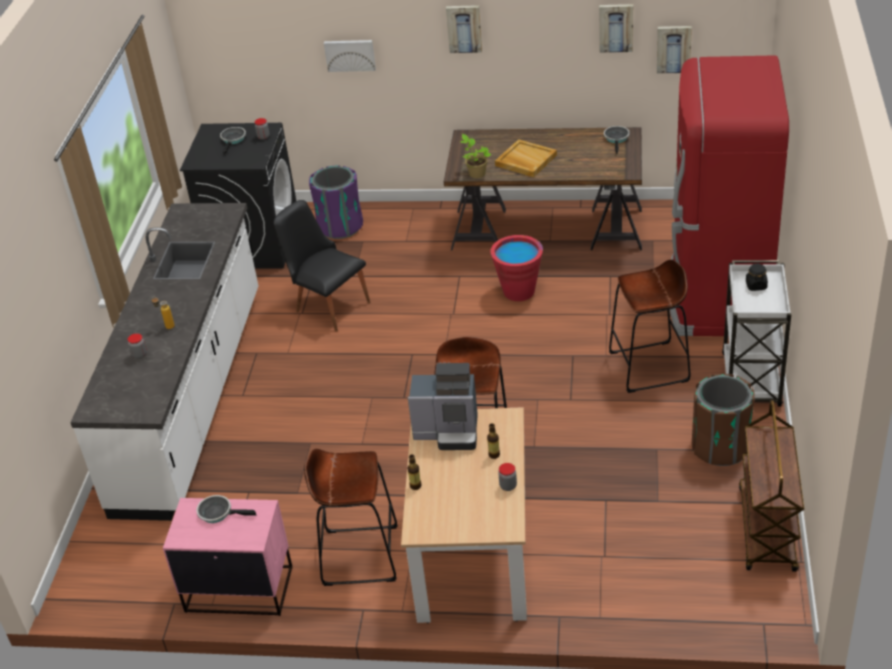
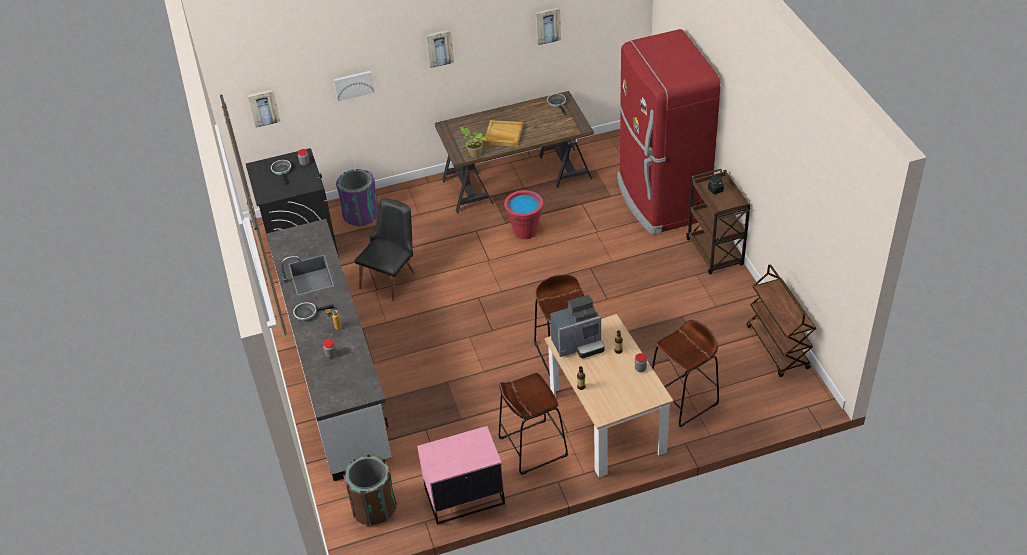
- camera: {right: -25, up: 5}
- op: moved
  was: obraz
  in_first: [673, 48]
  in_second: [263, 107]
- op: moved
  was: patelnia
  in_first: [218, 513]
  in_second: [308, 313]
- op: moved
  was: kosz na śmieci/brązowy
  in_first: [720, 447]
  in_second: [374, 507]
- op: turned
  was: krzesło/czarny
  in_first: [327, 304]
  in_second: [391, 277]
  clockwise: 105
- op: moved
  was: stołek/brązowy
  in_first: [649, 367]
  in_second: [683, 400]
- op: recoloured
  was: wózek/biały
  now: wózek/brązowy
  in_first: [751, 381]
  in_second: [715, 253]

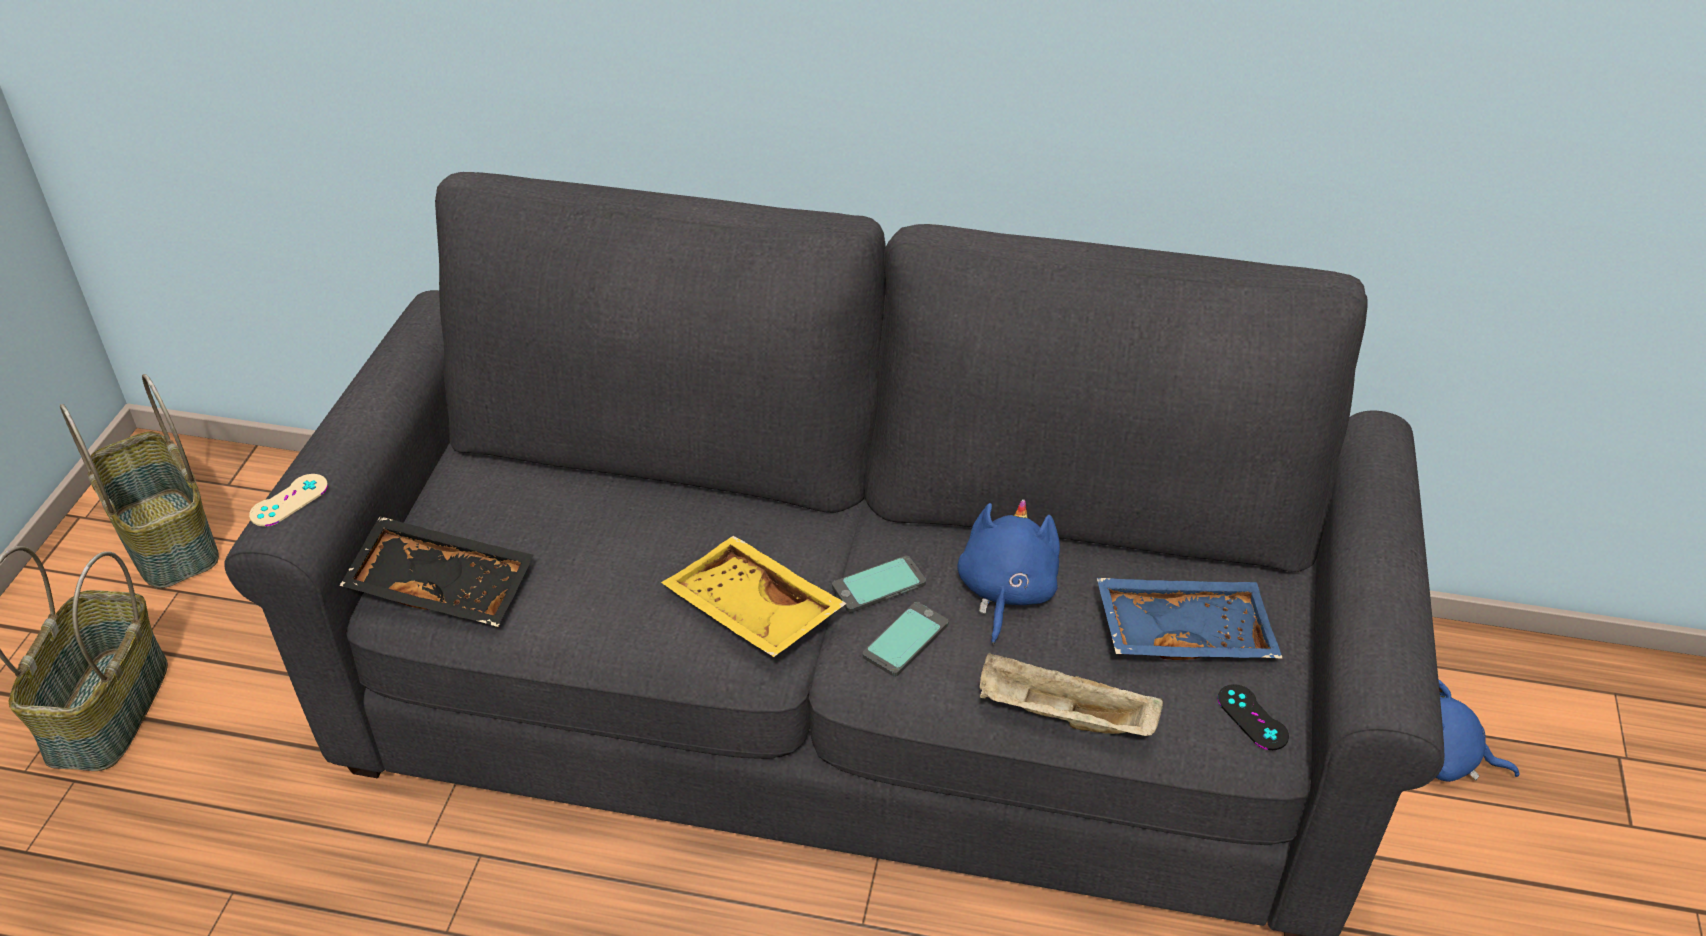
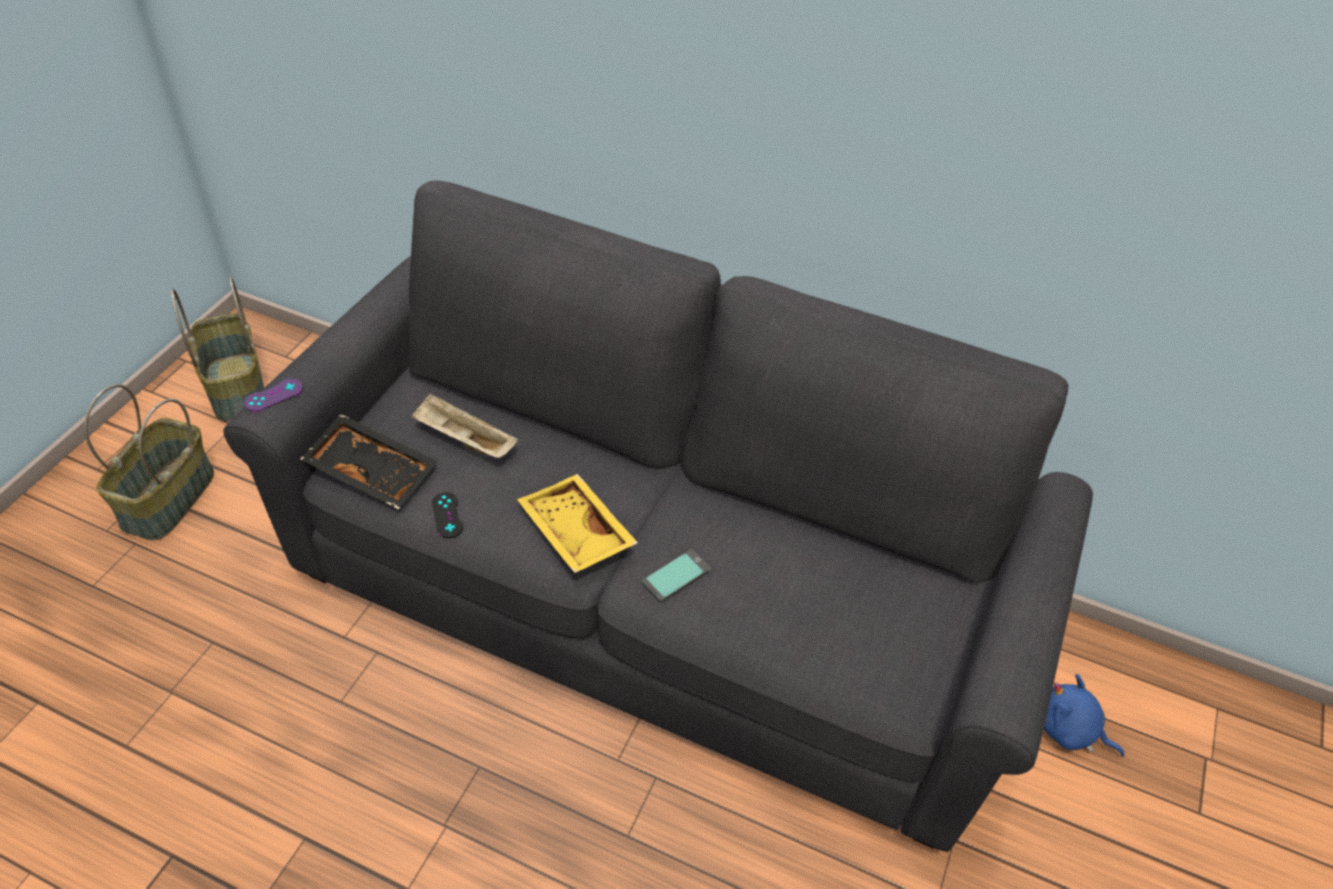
- camera: {right: 10, up: 5}
- op: recoloured
  was: pad do gier/beżowy
  now: pad do gier/fioletowy
  in_first: [289, 500]
  in_second: [273, 395]
- op: moved
  was: taca/beżowy
  in_first: [1062, 717]
  in_second: [464, 440]
- op: moved
  was: pad do gier/czarny
  in_first: [1252, 717]
  in_second: [447, 515]
- op: removed
  was: telefon
  in_first: [879, 586]
- op: removed
  was: pluszak/niebieski
  in_first: [1005, 592]
- op: removed
  was: taca/niebieski
  in_first: [1183, 632]

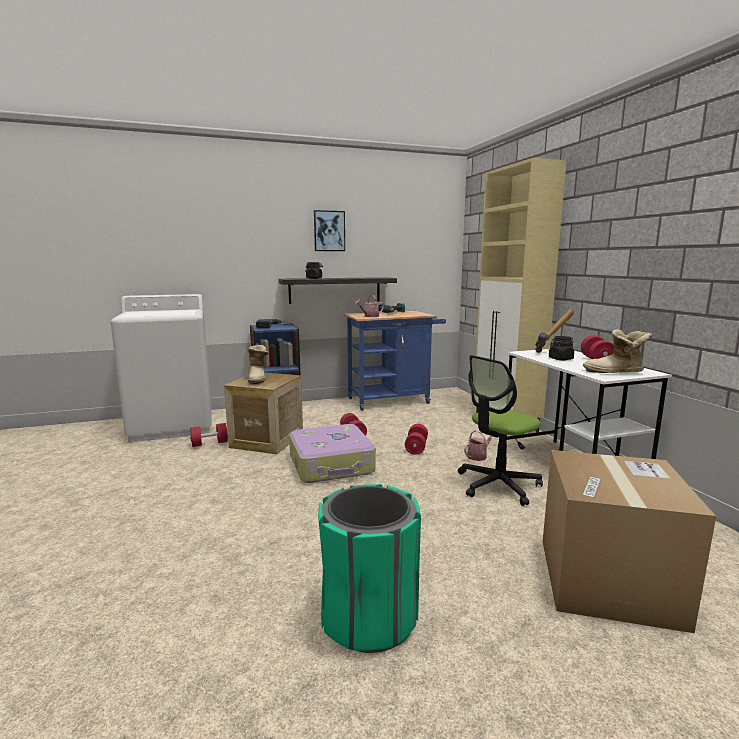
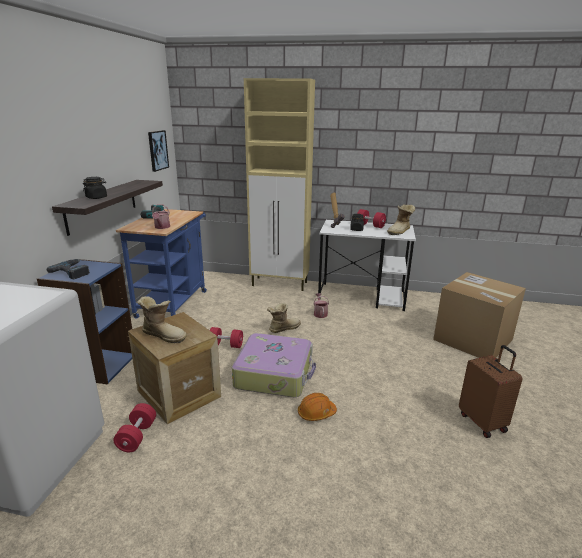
- camera: {right: -60, up: 10}
- op: moved
  was: obraz
  in_first: [329, 231]
  in_second: [157, 150]
- op: replaced
  was: hantel/czerwony
  now: but z cholewką
  in_first: [416, 447]
  in_second: [283, 328]
- op: added
  now: kask/pomarańczowy
  in_second: [316, 413]
- op: replaced
  was: kosz na śmieci/zielony
  now: walizka/brązowy
  in_first: [369, 618]
  in_second: [483, 422]
- op: removed
  was: krzesło biurowe
  in_first: [498, 485]

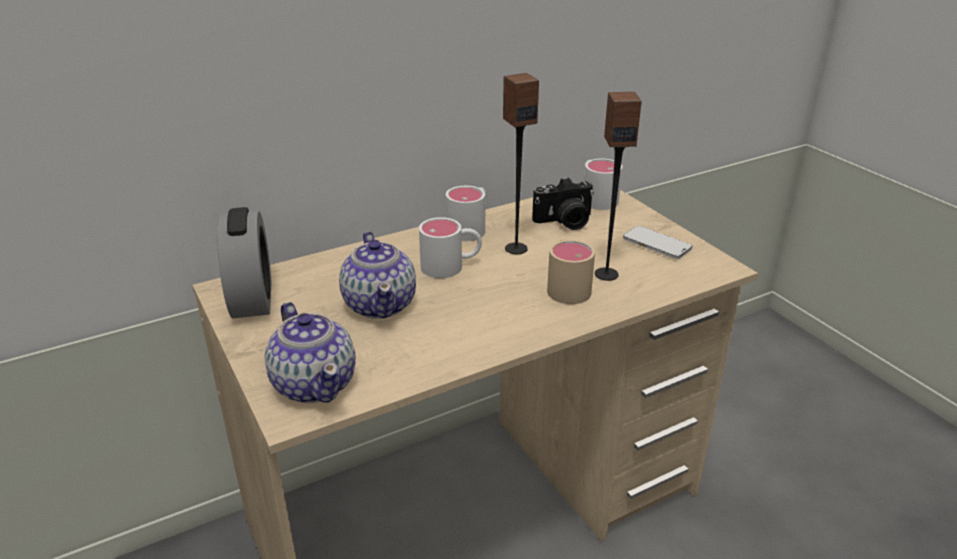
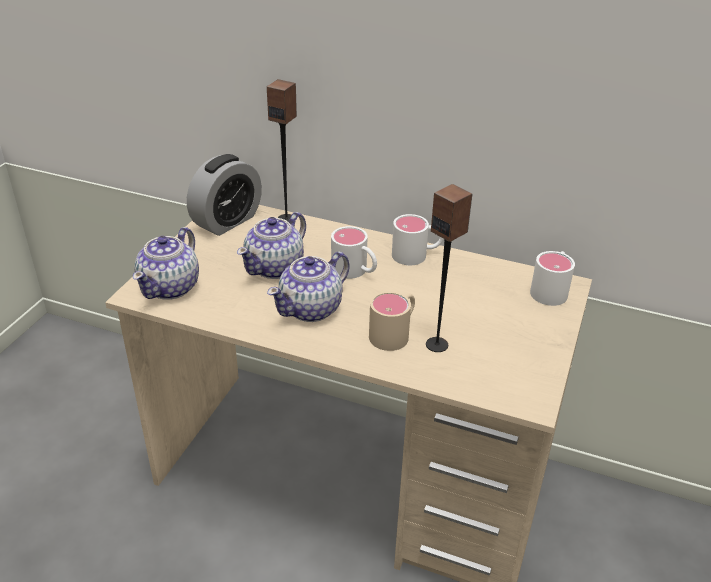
- camera: {right: 50, up: 5}
- op: moved
  was: głośnik
  in_first: [516, 248]
  in_second: [286, 219]
- op: added
  now: imbryk
  in_second: [311, 309]
- op: removed
  was: aparat fotograficzny
  in_first: [565, 222]
- op: removed
  was: telefon
  in_first: [656, 244]

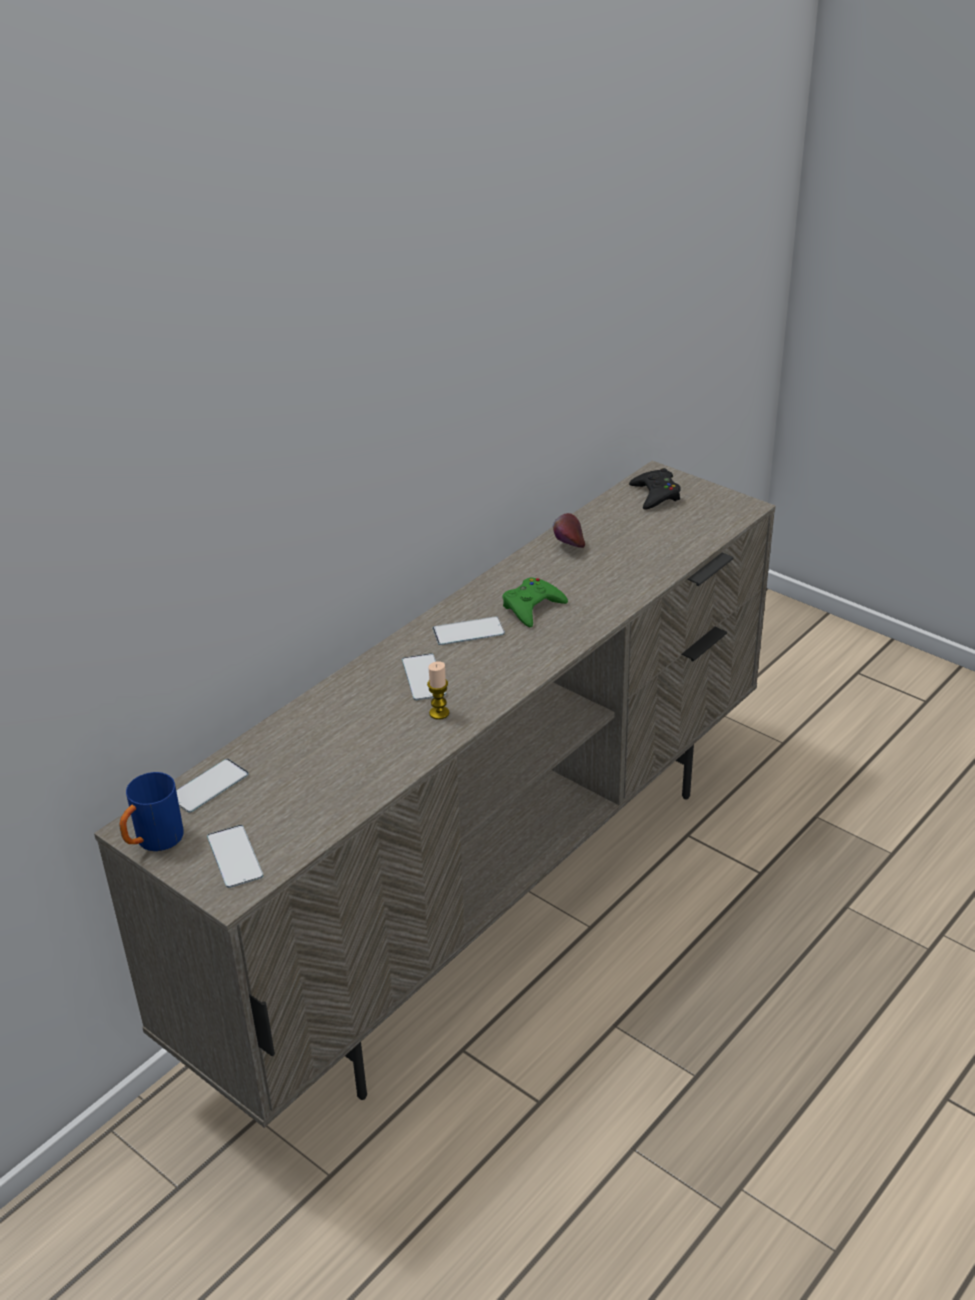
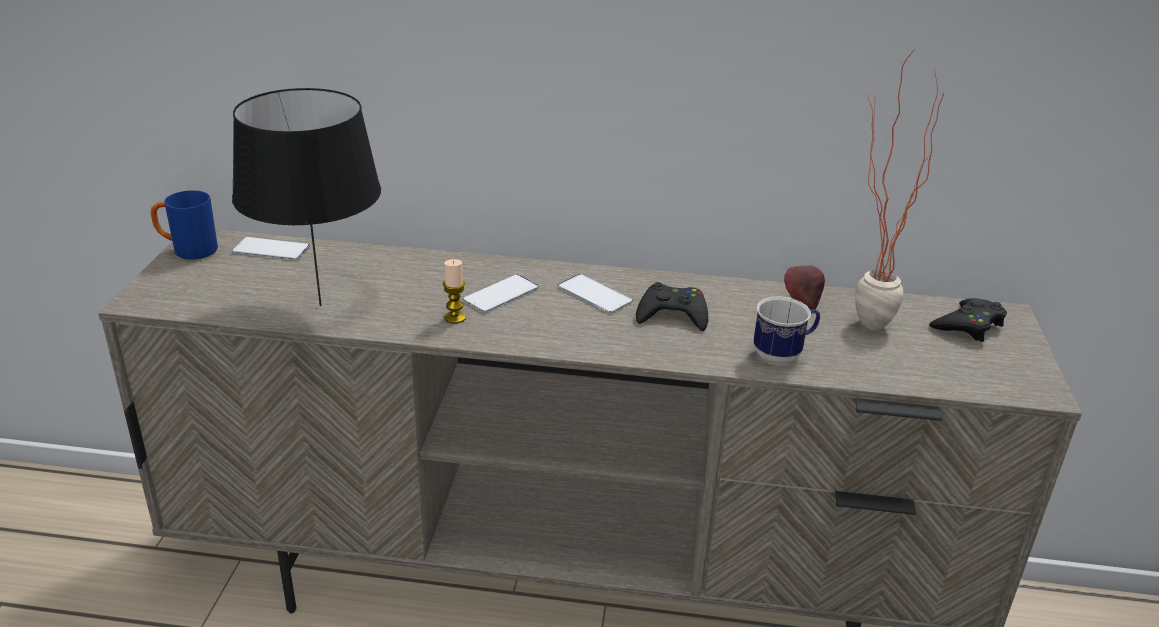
- camera: {right: 55, up: -5}
- op: added
  now: lampa stołowa/czarny
  in_second: [318, 305]
- op: recoloured
  was: pad do gier/zielony
  now: pad do gier/czarny
  in_first: [532, 607]
  in_second: [672, 315]
- op: added
  now: kubek
  in_second: [783, 355]
- op: added
  now: roślina doniczkowa
  in_second: [857, 322]
- op: removed
  was: telefon
  in_first: [235, 857]

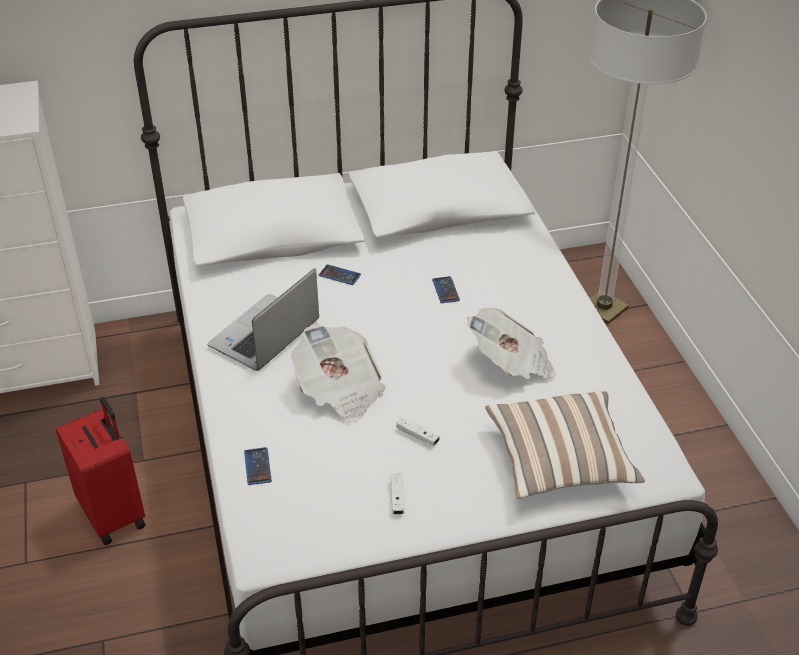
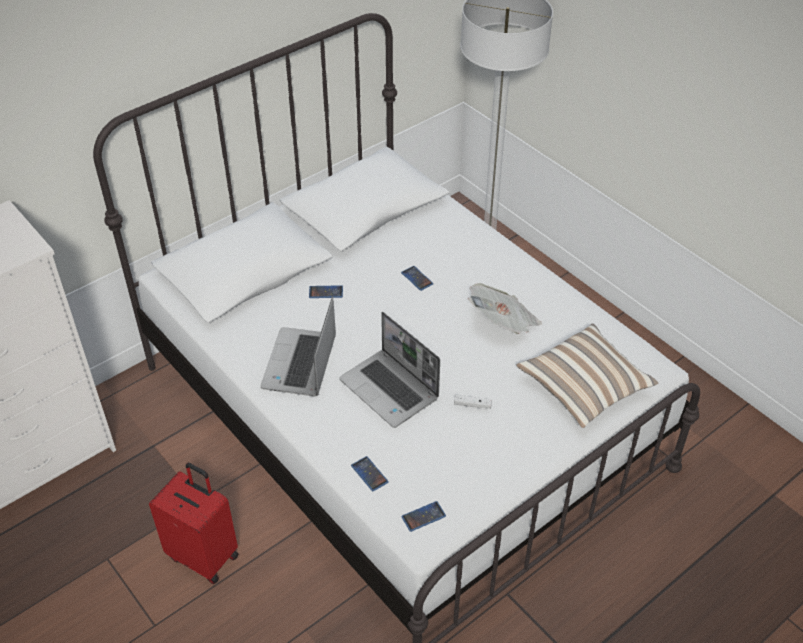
- camera: {right: -25, up: 5}
- op: replaced
  was: gazeta
  now: laptop
  in_first: [339, 390]
  in_second: [390, 389]
- op: added
  now: telefon
  in_second: [423, 516]
- op: removed
  was: pad do gier/biały
  in_first: [397, 498]

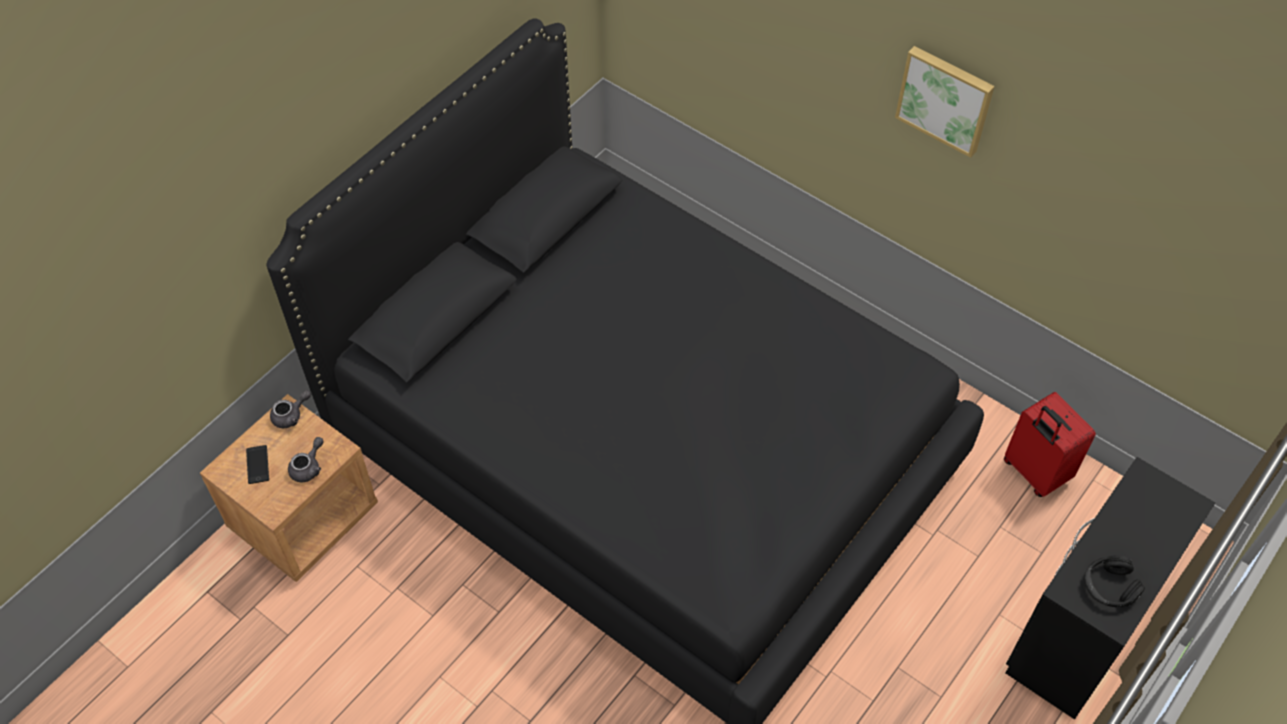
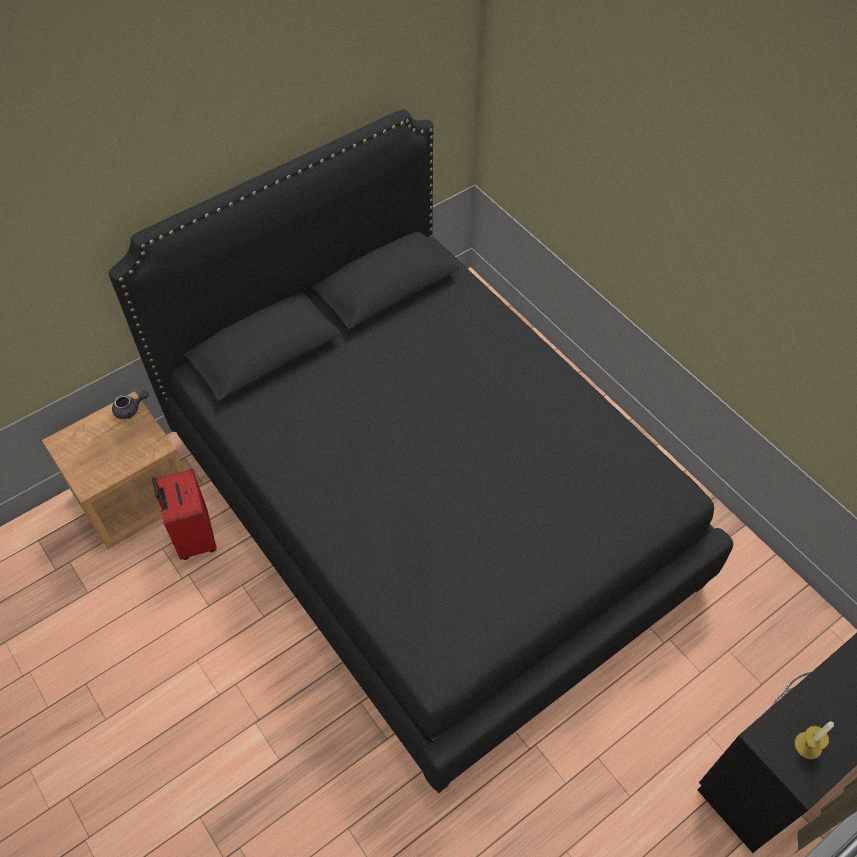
- camera: {right: 15, up: 0}
- op: moved
  was: walizka/czerwony
  in_first: [1034, 472]
  in_second: [194, 538]
- op: replaced
  was: słuchawki/czarny
  now: świeca
  in_first: [1109, 587]
  in_second: [808, 745]
- op: removed
  was: telefon
  in_first: [257, 464]
- op: removed
  was: imbryk/szary
  in_first: [308, 467]
- op: removed
  was: obraz
  in_first: [945, 99]

